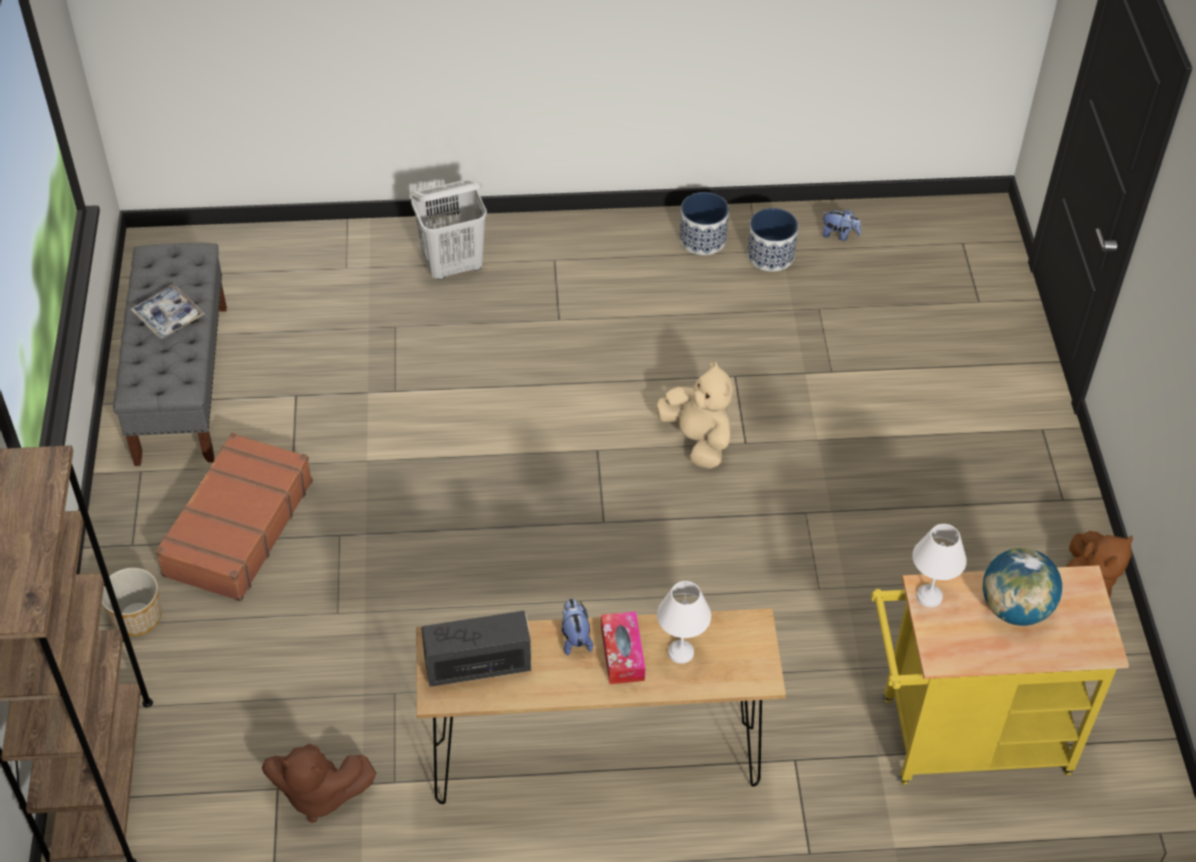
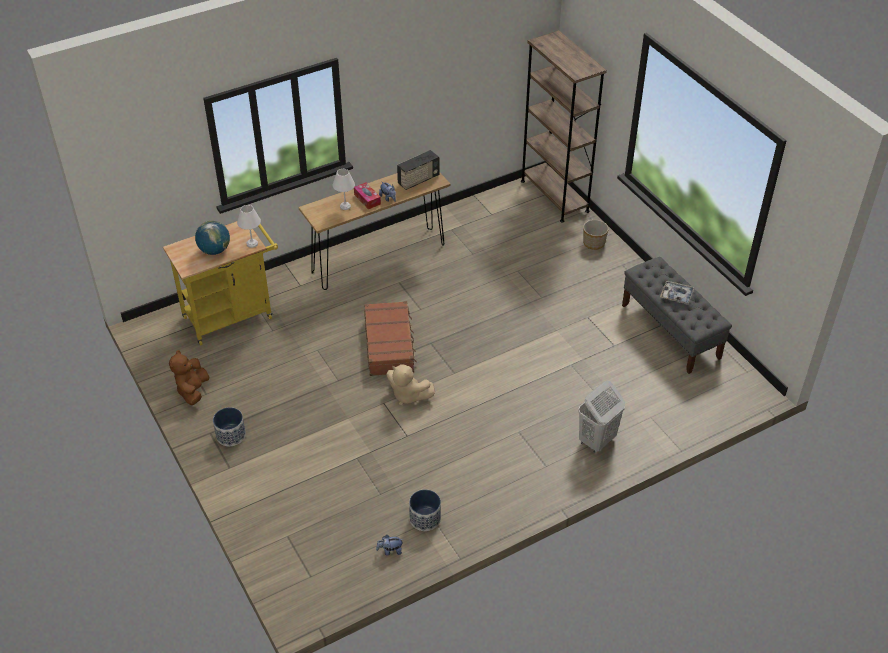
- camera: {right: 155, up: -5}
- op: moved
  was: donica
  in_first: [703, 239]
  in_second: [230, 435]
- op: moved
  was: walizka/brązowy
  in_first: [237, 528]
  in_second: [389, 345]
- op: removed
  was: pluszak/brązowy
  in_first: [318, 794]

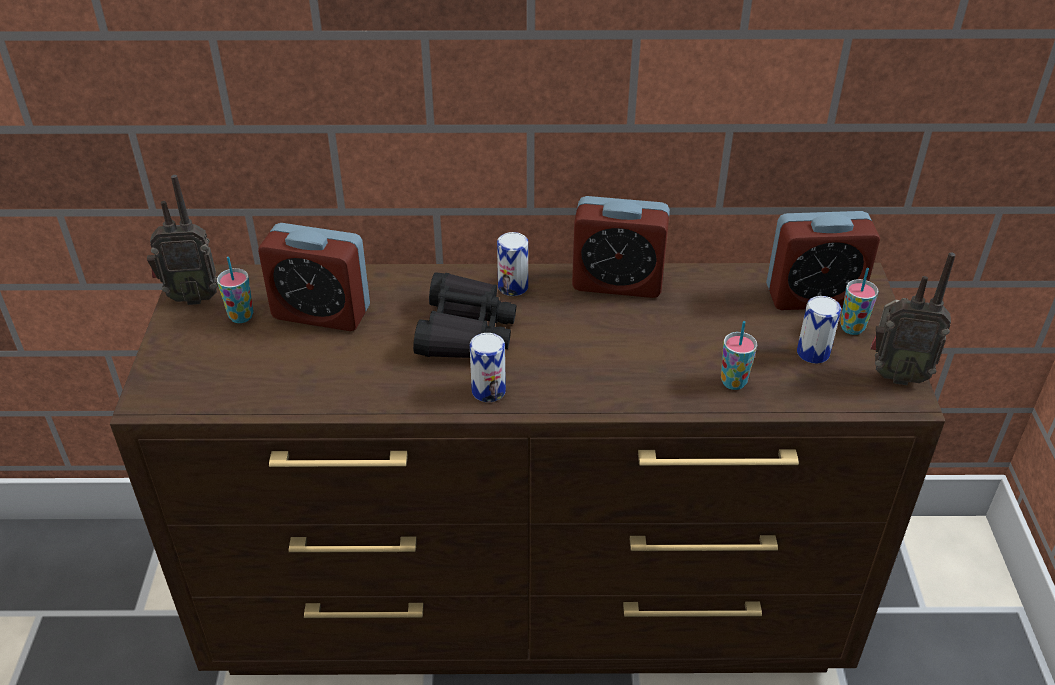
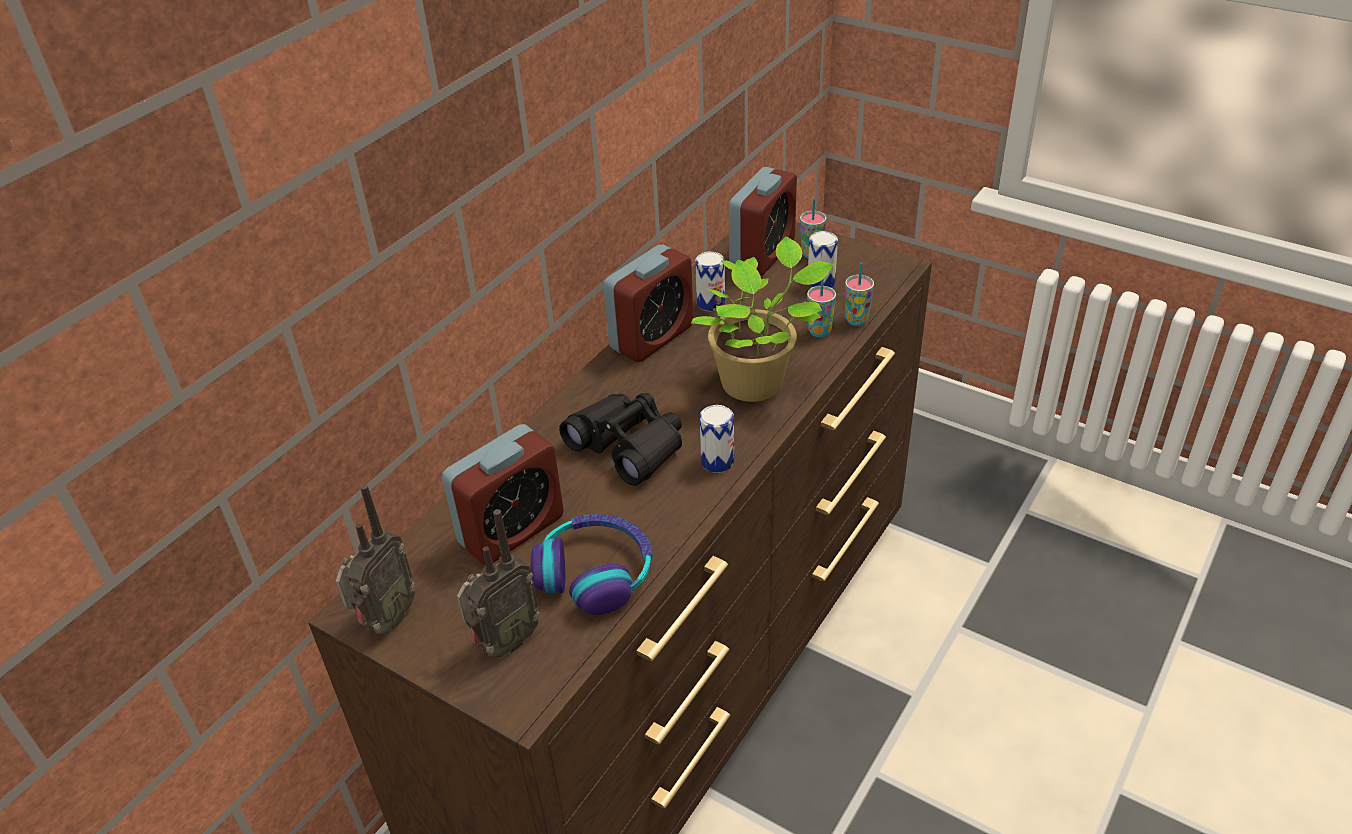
- camera: {right: -55, up: 0}
- op: moved
  was: radio
  in_first: [895, 375]
  in_second: [504, 643]
- op: added
  now: słuchawki
  in_second: [595, 573]
- op: added
  now: roślina doniczkowa
  in_second: [757, 383]
- op: moved
  was: puszka
  in_first: [513, 287]
  in_second: [710, 303]
- op: moved
  was: filiżanka
  in_first: [241, 316]
  in_second: [856, 320]

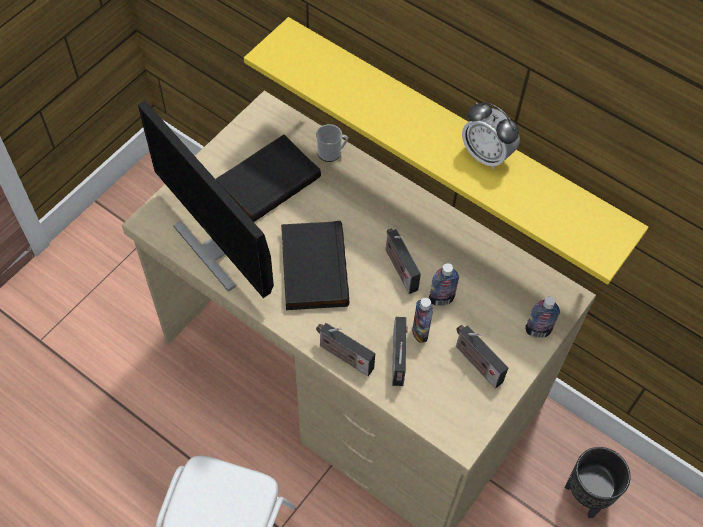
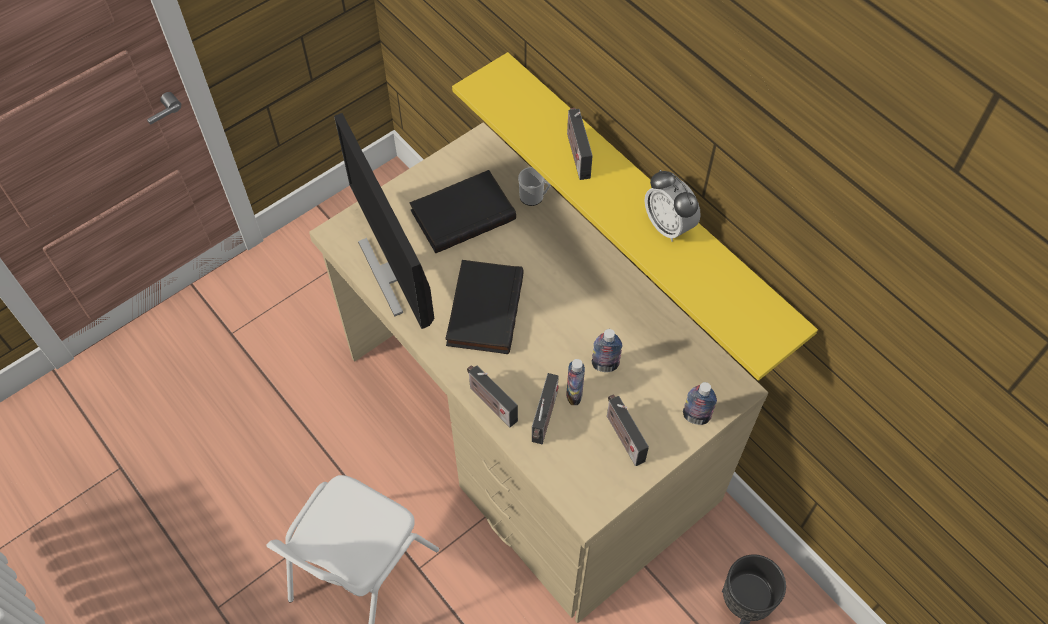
- camera: {right: 15, up: 0}
- op: moved
  was: radio
  in_first: [399, 268]
  in_second: [577, 153]

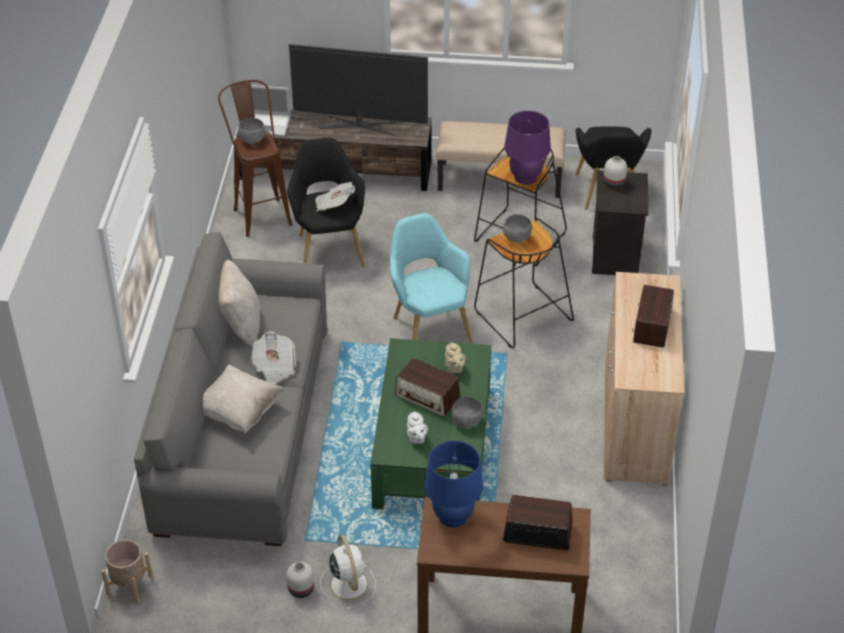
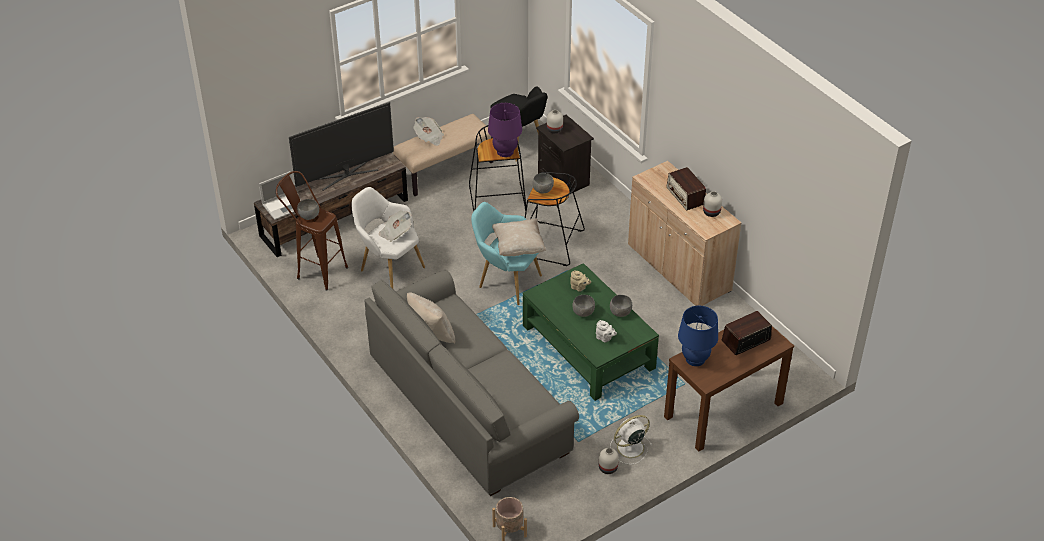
- camera: {right: -40, up: 0}
- op: recoloured
  was: fotel/czarny
  now: fotel/biały
  in_first: [329, 248]
  in_second: [388, 268]
- op: moved
  was: gazeta
  in_first: [274, 367]
  in_second: [429, 137]
- op: moved
  was: poduszka/beżowy
  in_first: [238, 411]
  in_second: [518, 247]
- op: replaced
  was: radio
  now: miska/szary
  in_first: [427, 397]
  in_second: [583, 312]
- op: turned
  was: wentylator/biały
  in_first: [348, 583]
  in_second: [629, 448]
  clockwise: -60
- op: added
  now: wazon/biały
  in_second: [711, 212]

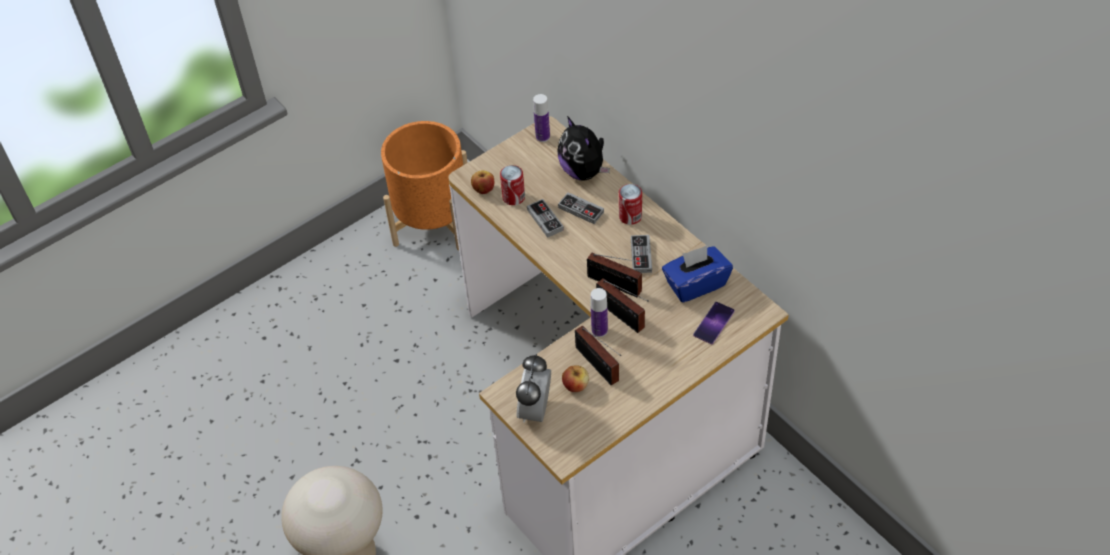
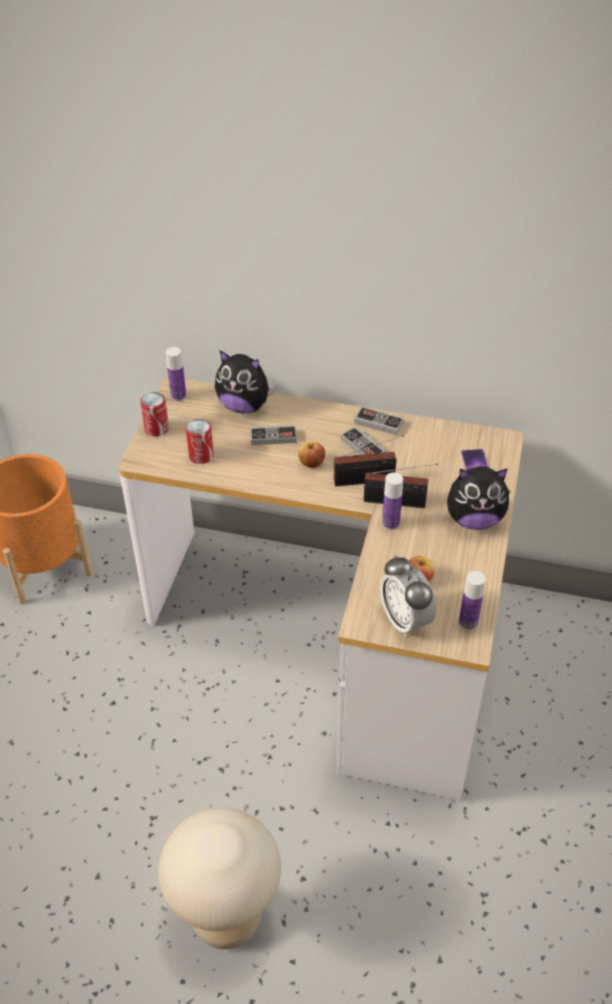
- camera: {right: -40, up: -5}
- op: moved
  was: puszka
  in_first: [630, 216]
  in_second: [156, 428]
- op: moved
  was: jabłko
  in_first: [483, 189]
  in_second: [311, 463]
- op: moved
  was: pad do gier
  in_first: [545, 220]
  in_second: [378, 423]
- op: added
  now: pluszak
  in_second: [474, 519]
- op: added
  now: butelka
  in_second: [468, 622]
- op: removed
  was: radio
  in_first: [598, 367]
- op: removed
  was: pudełko chusteczek/niebieski
  in_first: [695, 284]

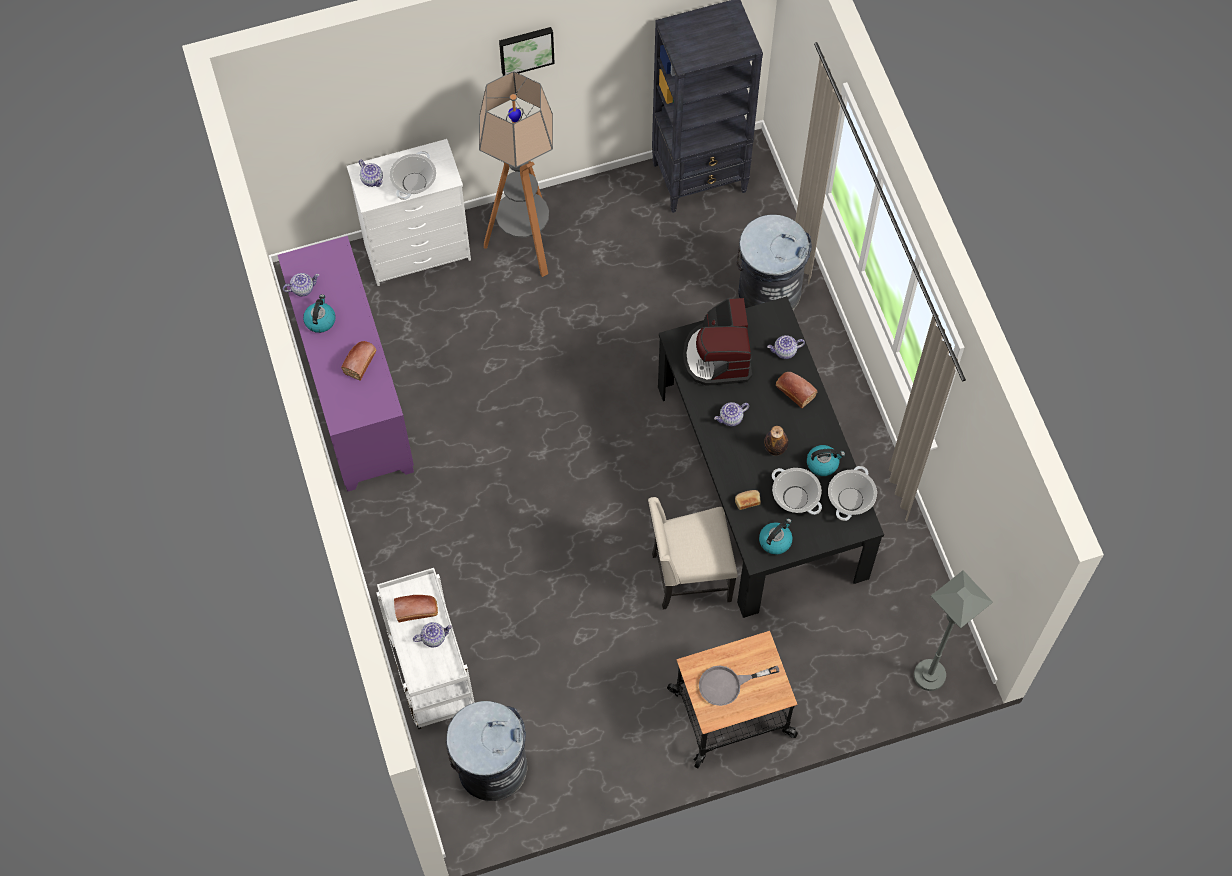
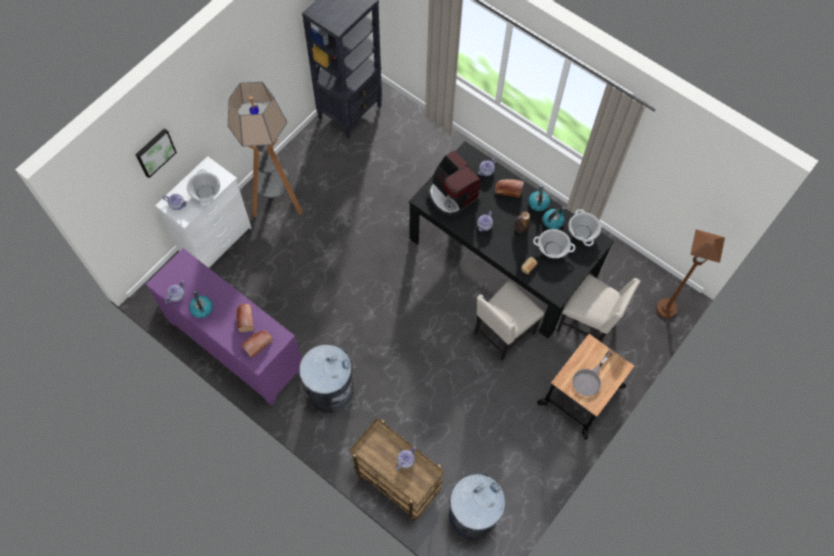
- camera: {right: -35, up: 0}
- op: moved
  was: obraz
  in_first: [526, 49]
  in_second: [154, 152]
- op: moved
  was: chleb
  in_first: [417, 610]
  in_second: [258, 344]
- op: moved
  was: kosz na śmieci/szary
  in_first: [769, 291]
  in_second: [331, 390]
- op: recoloured
  was: wózek/biały
  now: wózek/brązowy
  in_first: [430, 671]
  in_second: [396, 481]
- op: moved
  was: czajnik
  in_first: [775, 540]
  in_second: [538, 203]
- op: added
  now: krzesło/beżowy
  in_second: [587, 324]
- op: recoloured
  was: lampa stojąca/szary
  now: lampa stojąca/brązowy
  in_first: [929, 675]
  in_second: [666, 308]

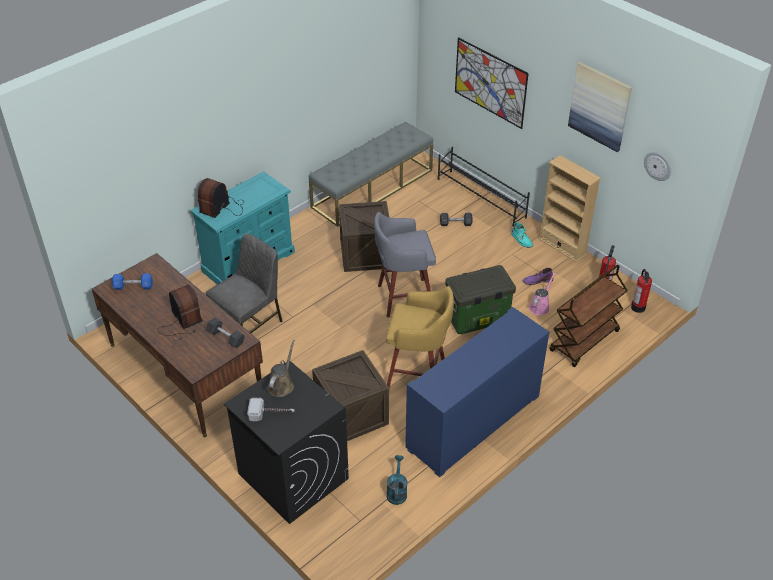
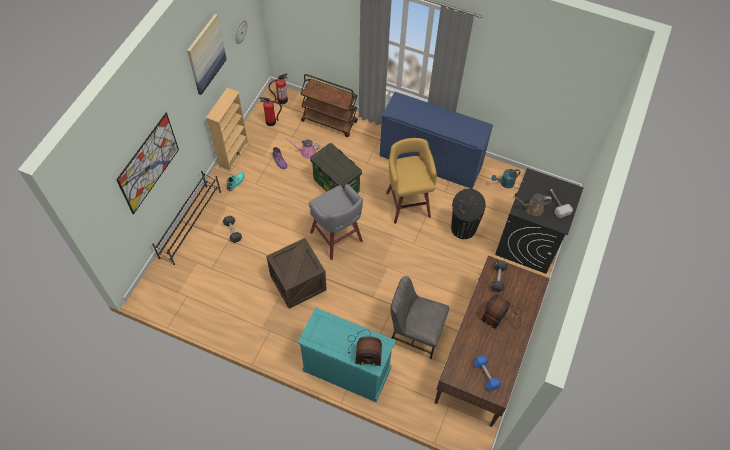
- camera: {right: -115, up: 15}
- op: replaced
  was: skrzynka
  now: kosz na śmieci/czarny
  in_first: [351, 414]
  in_second: [462, 229]
- op: removed
  was: ławka/szary
  in_first: [372, 188]

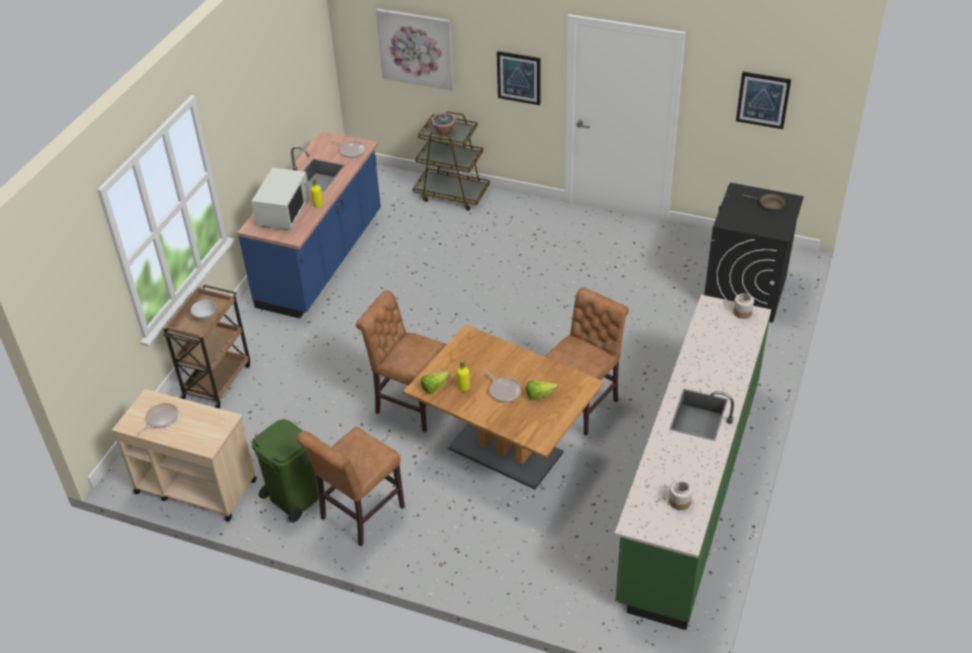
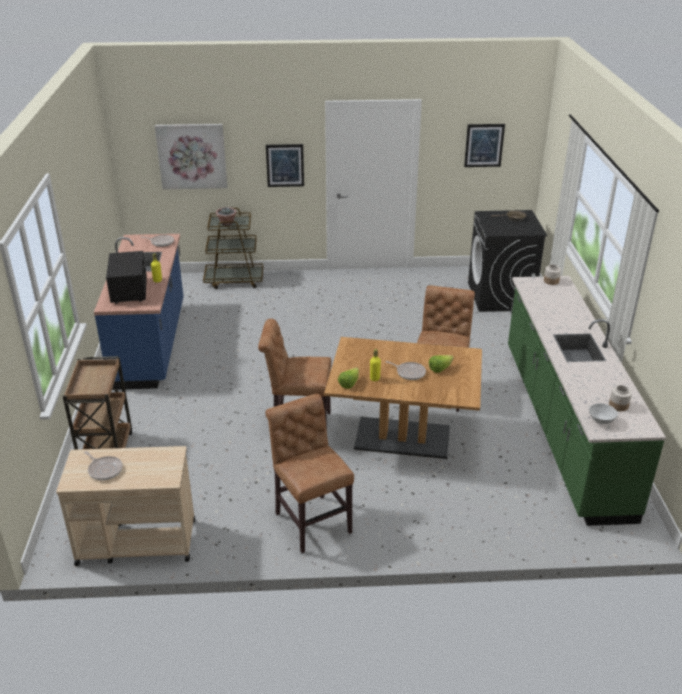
- camera: {right: -25, up: -10}
- op: turned
  was: patelnia
  in_first: [161, 419]
  in_second: [104, 469]
  clockwise: 120
- op: recoloured
  was: mikrofalówka/biały
  now: mikrofalówka/czarny
  in_first: [283, 212]
  in_second: [129, 291]
- op: turned
  was: krzesło/brązowy
  in_first: [359, 515]
  in_second: [311, 520]
  clockwise: 135
- op: moved
  was: miska/biały
  in_first: [205, 317]
  in_second: [600, 421]
- op: removed
  was: kosz na śmieci/zielony
  in_first: [293, 498]

